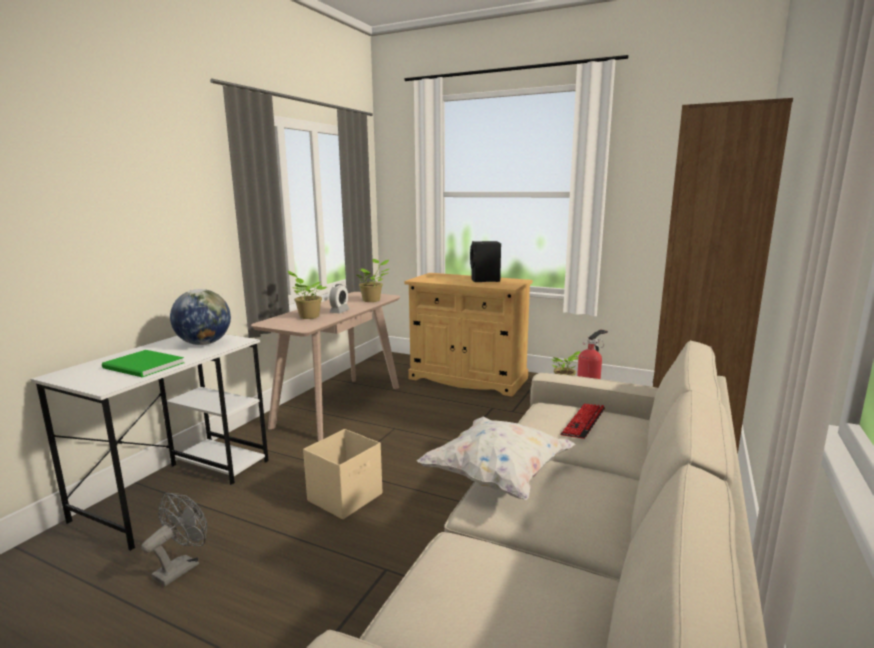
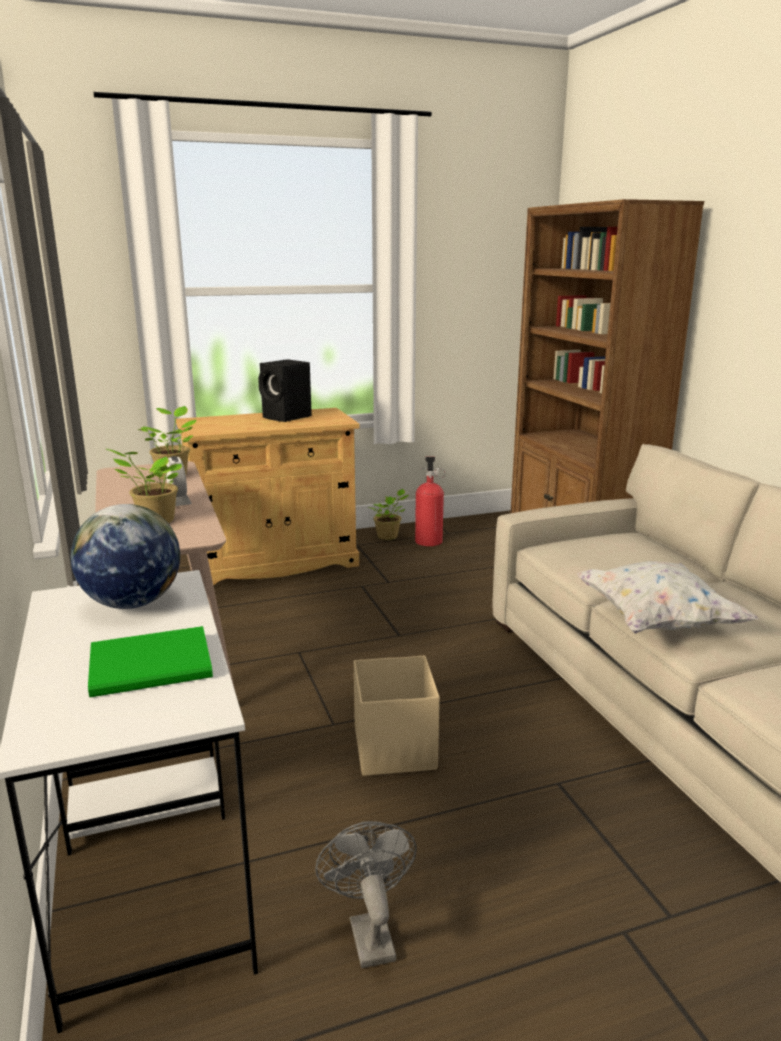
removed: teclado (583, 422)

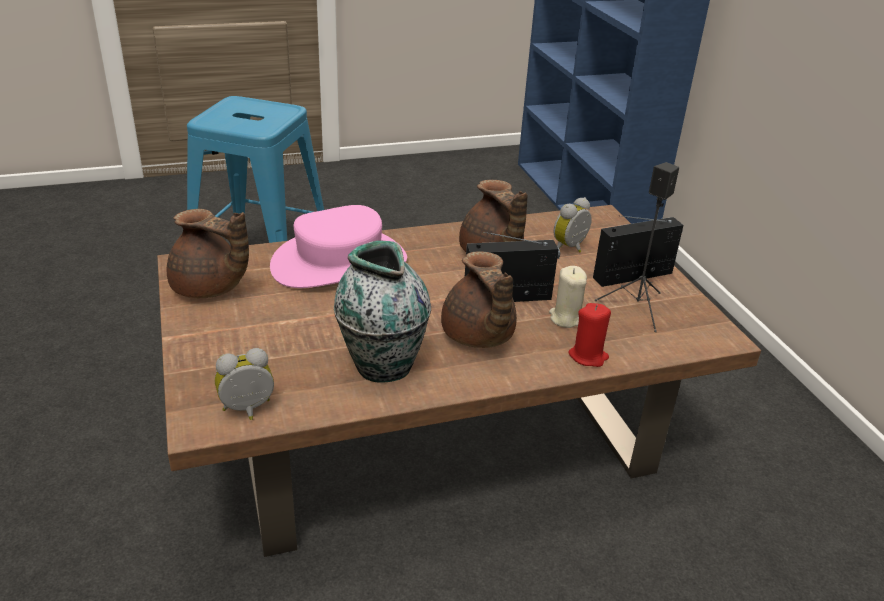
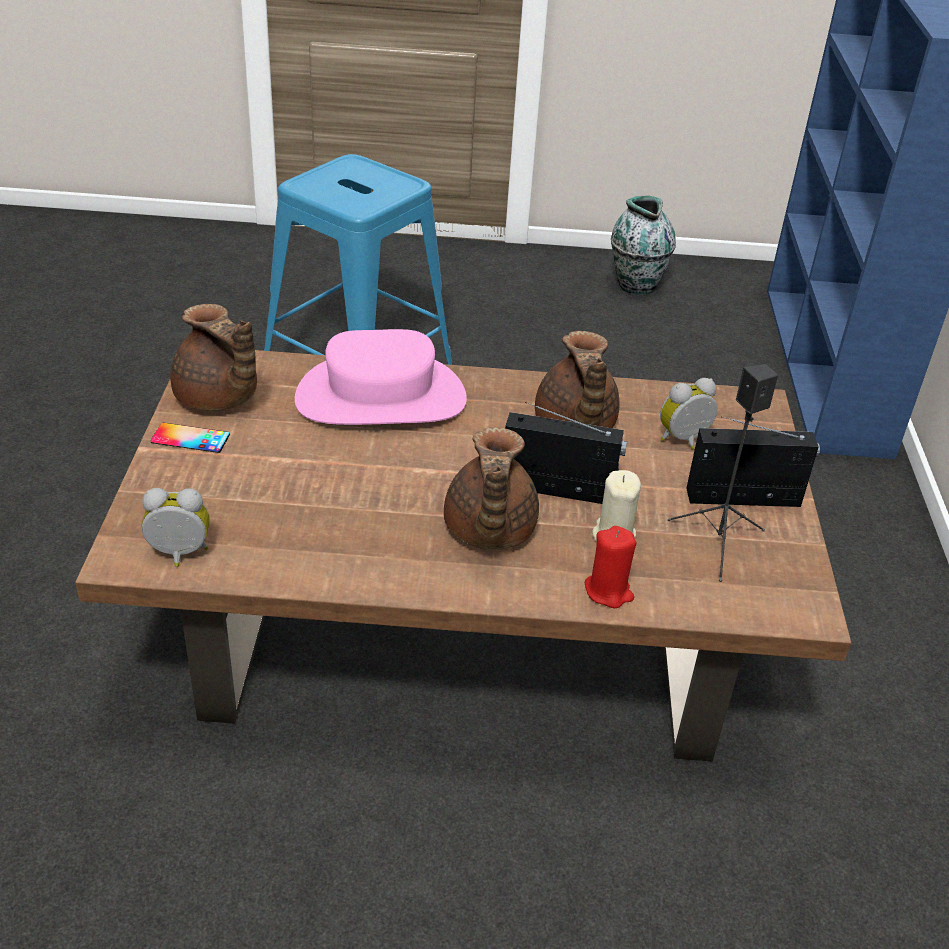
added: móvil (190, 438)
moved: florero (382, 364) to (636, 284)

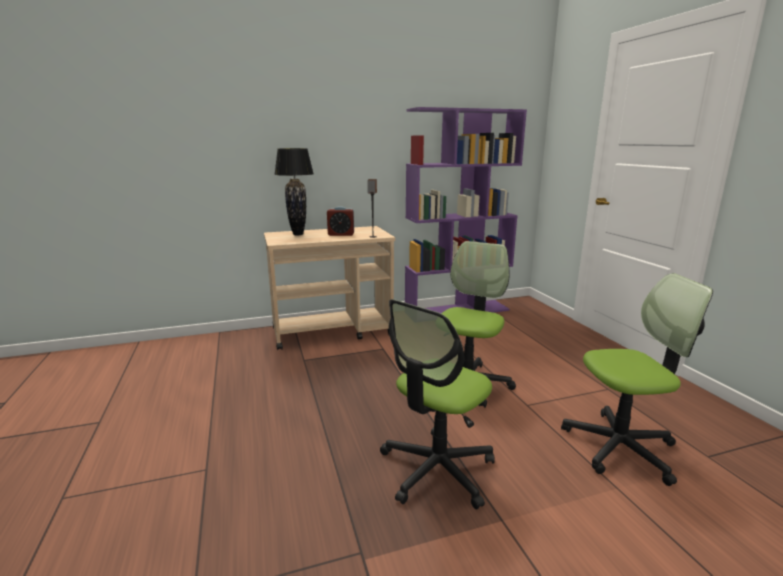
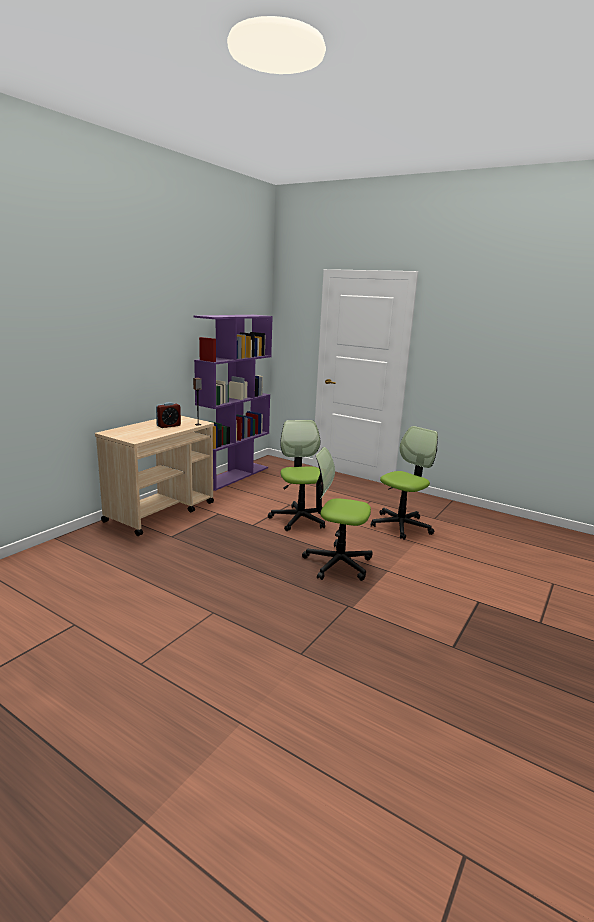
removed: lámpara de mesa/negro (298, 234)
turned: silla de oficina (436, 469) = (337, 563) 105 degrees clockwise

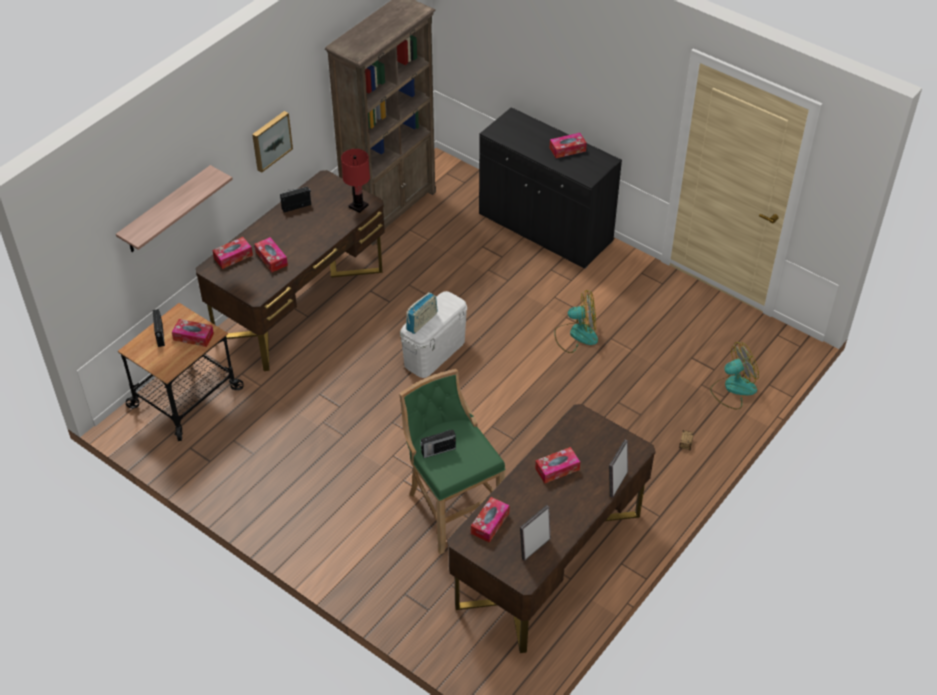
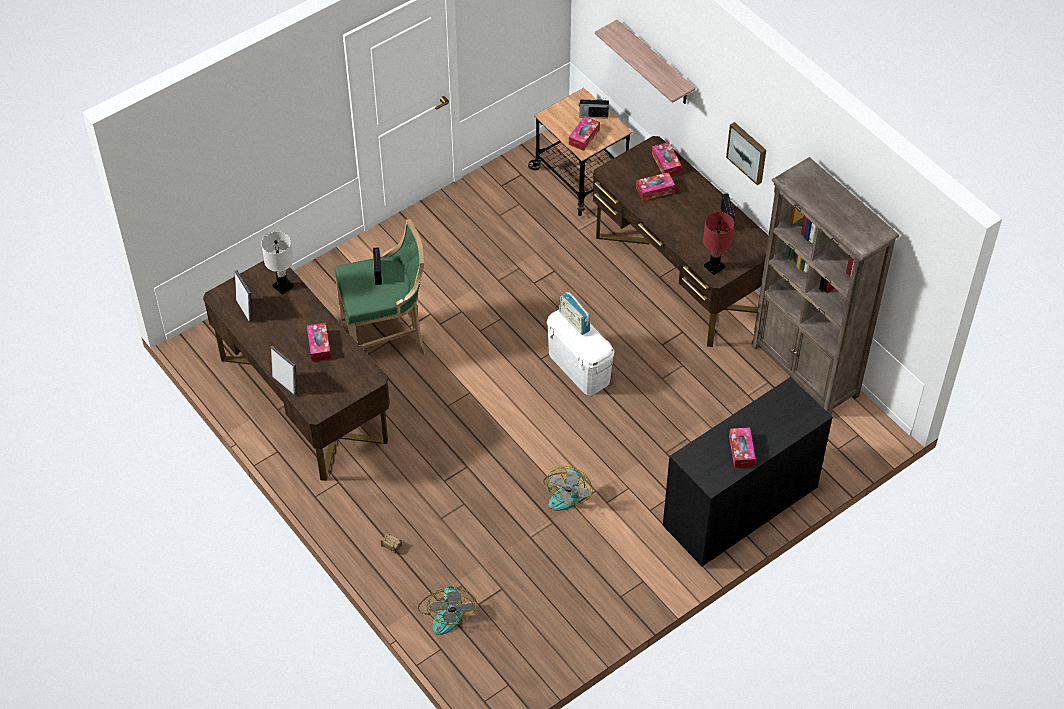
replaced: caja de pañuelos (490, 523) to lámpara de mesa/blanco (282, 286)

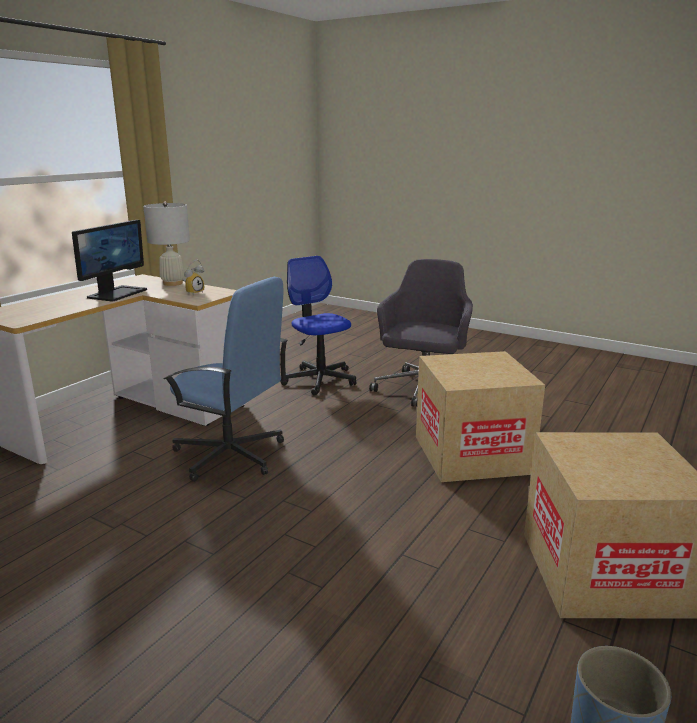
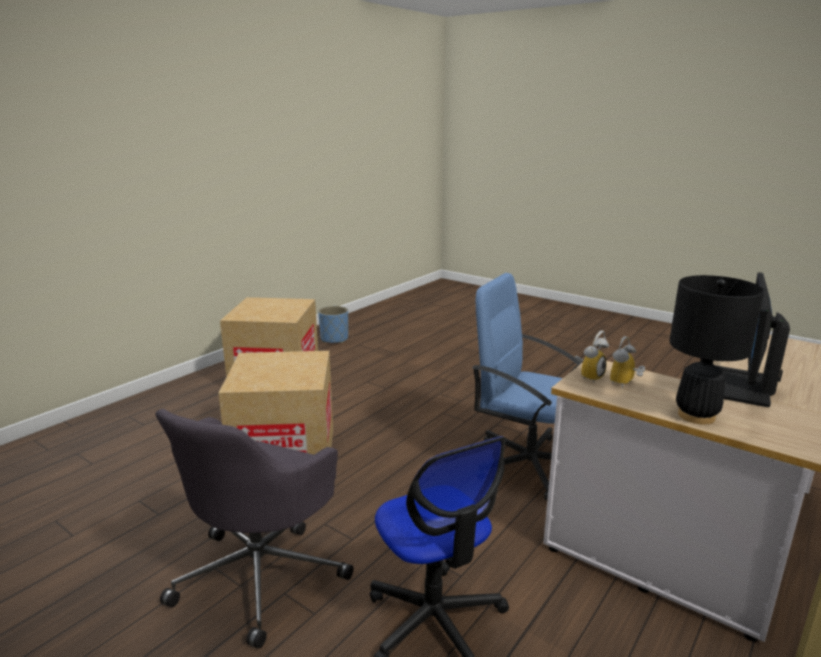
added: despertador (588, 376)
recoloured: lámpara de mesa/blanco (173, 283) to lámpara de mesa/negro (696, 416)

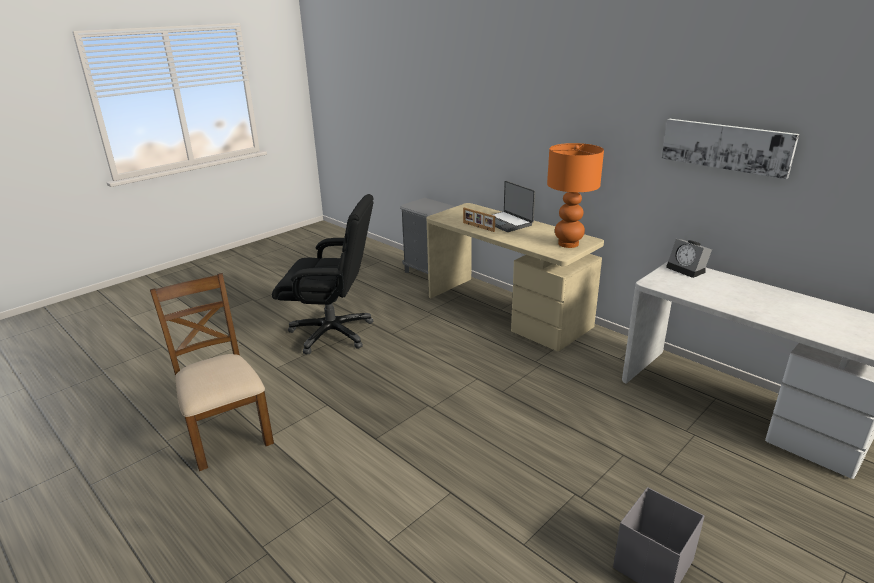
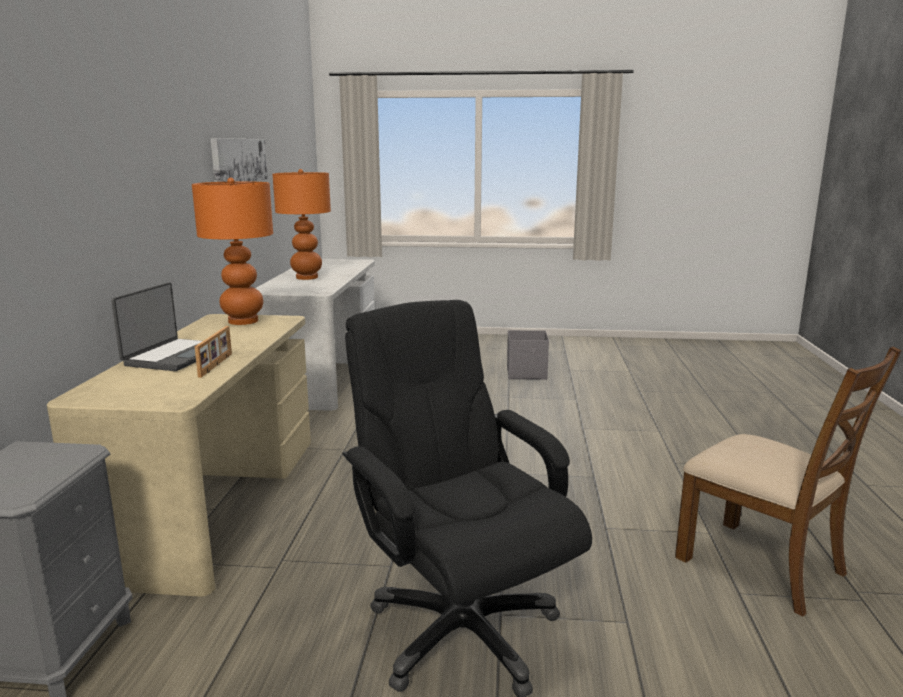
removed: despertador (687, 270)
added: lámpara de mesa/naranja (307, 277)
turned: silla/marrón (226, 432) = (762, 565) 60 degrees counterclockwise

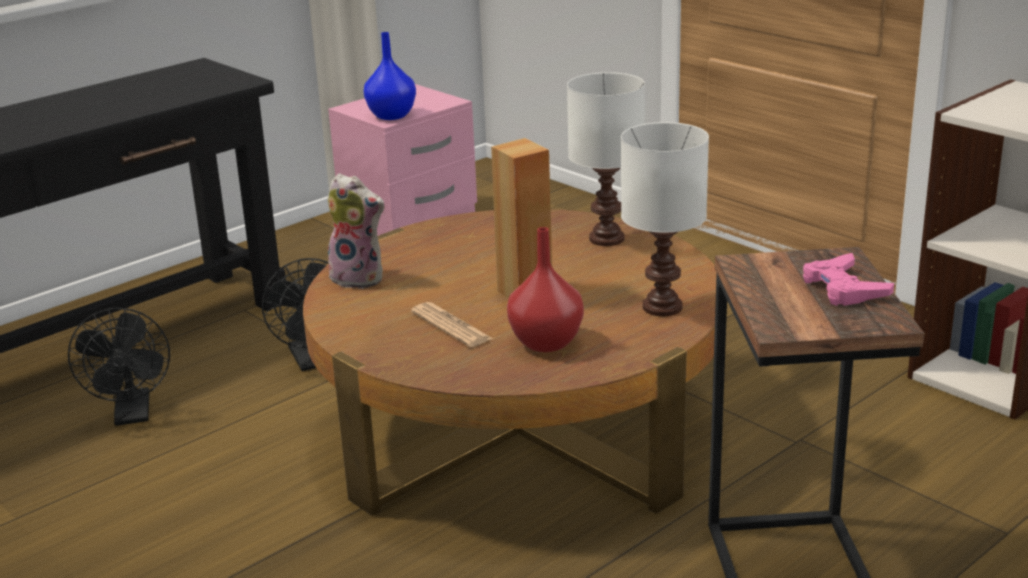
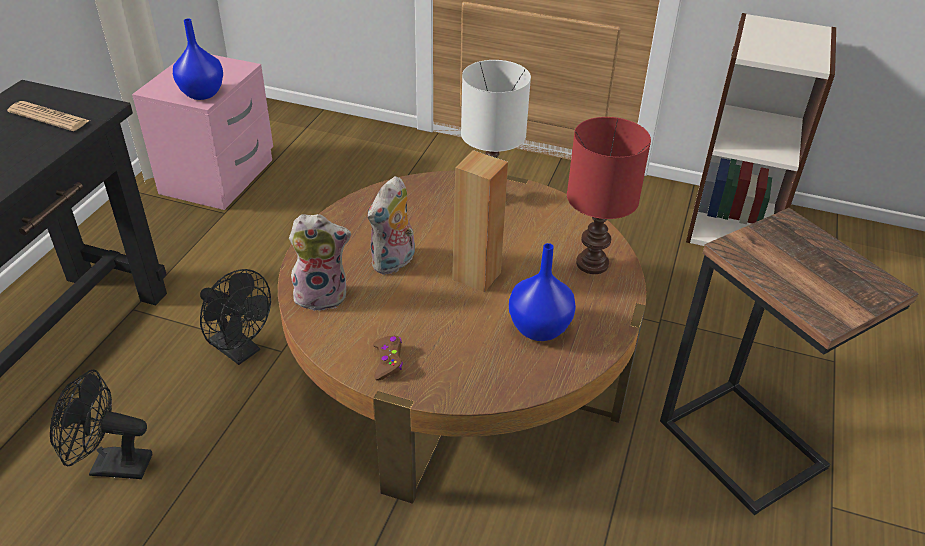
removed: mando de consola/rosa (843, 288)
added: peluche (394, 263); mando de consola/marrón (388, 361)
moved: periódico (451, 326) to (49, 117)
recoloured: florero/rojo (547, 343) to florero/azul (540, 329); lámpara de mesa/blanco (664, 307) to lámpara de mesa/rojo (593, 263)
turned: ventilador/negro (133, 415) = (112, 465) 135 degrees clockwise

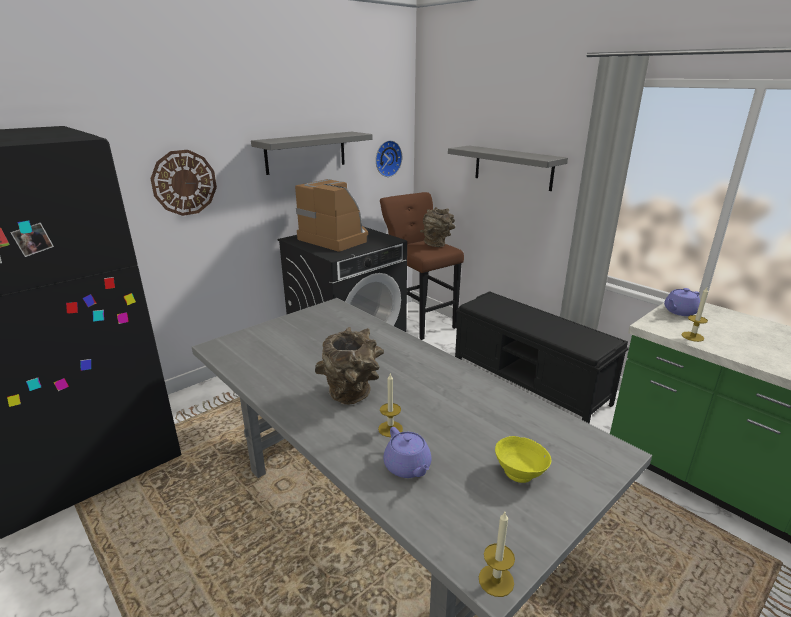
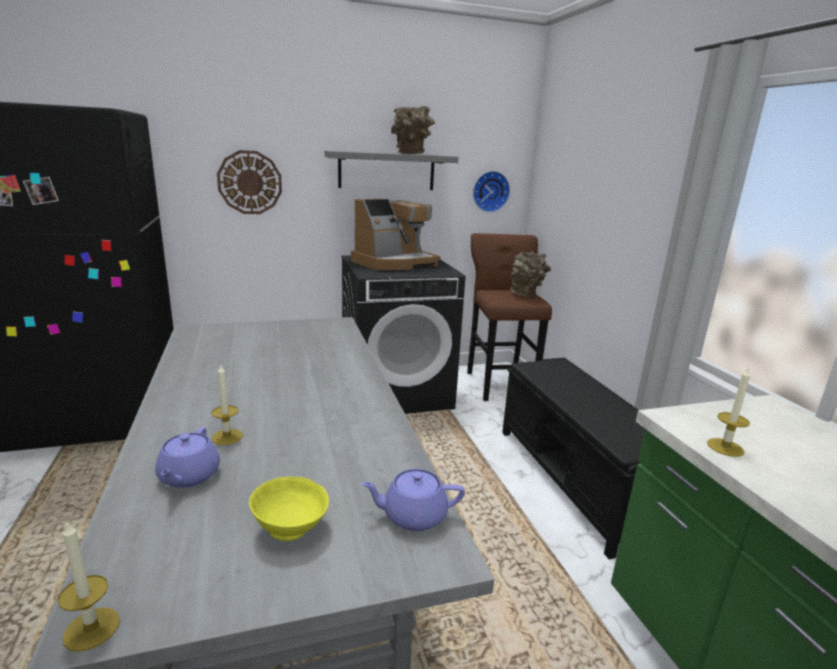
removed: estante/gris (513, 167)
moved: tetera/morado (679, 312) to (413, 515); florero/marrón (352, 396) to (411, 154)
turned: cafetera (336, 238) = (394, 263) 75 degrees clockwise

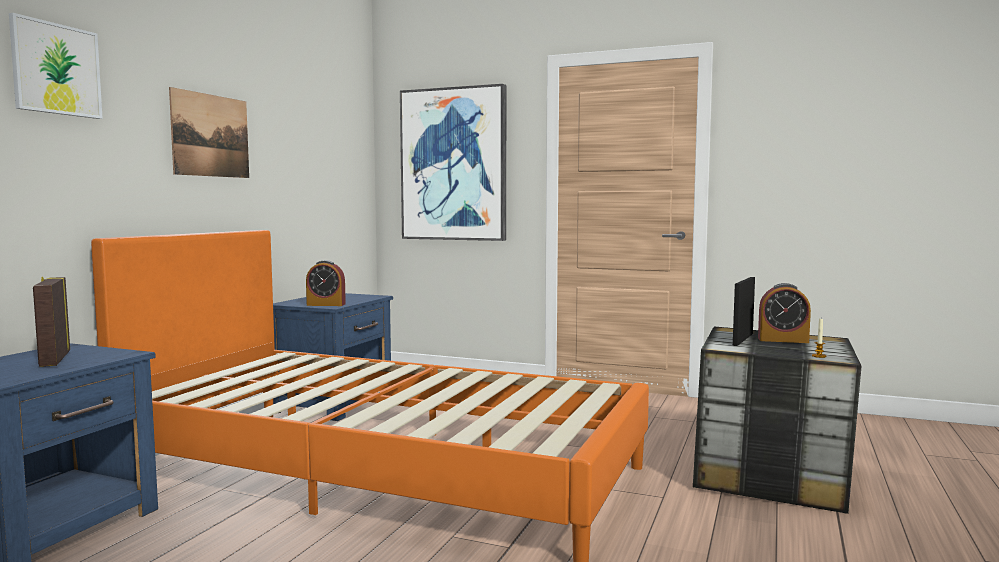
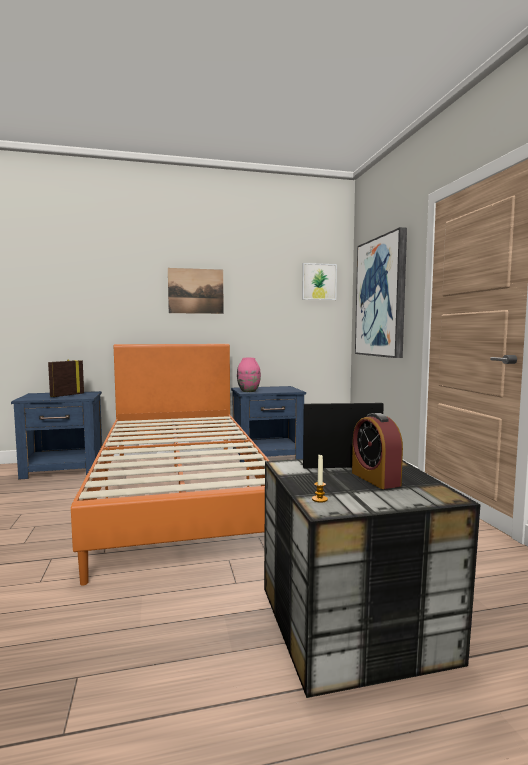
moved: cuadro (56, 69) to (319, 281)
replaced: despertador (326, 304) to florero/rosa (249, 391)

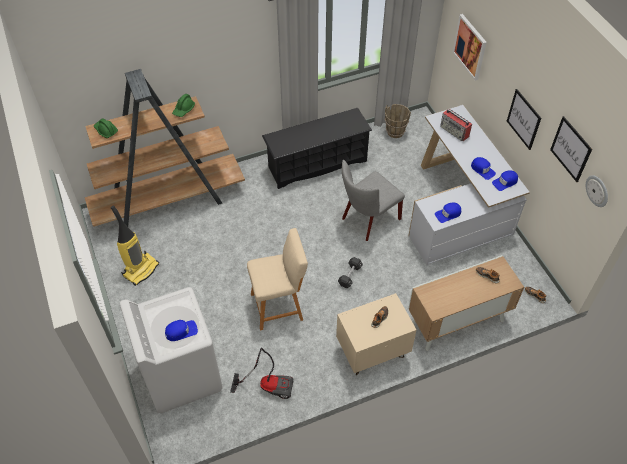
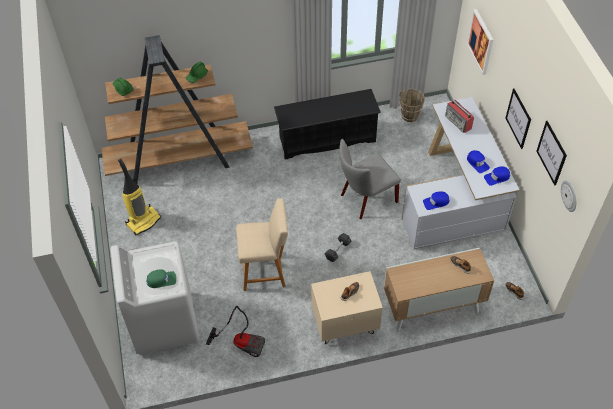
recoloured: gorra/azul (181, 331) to gorra/verde (161, 280)

